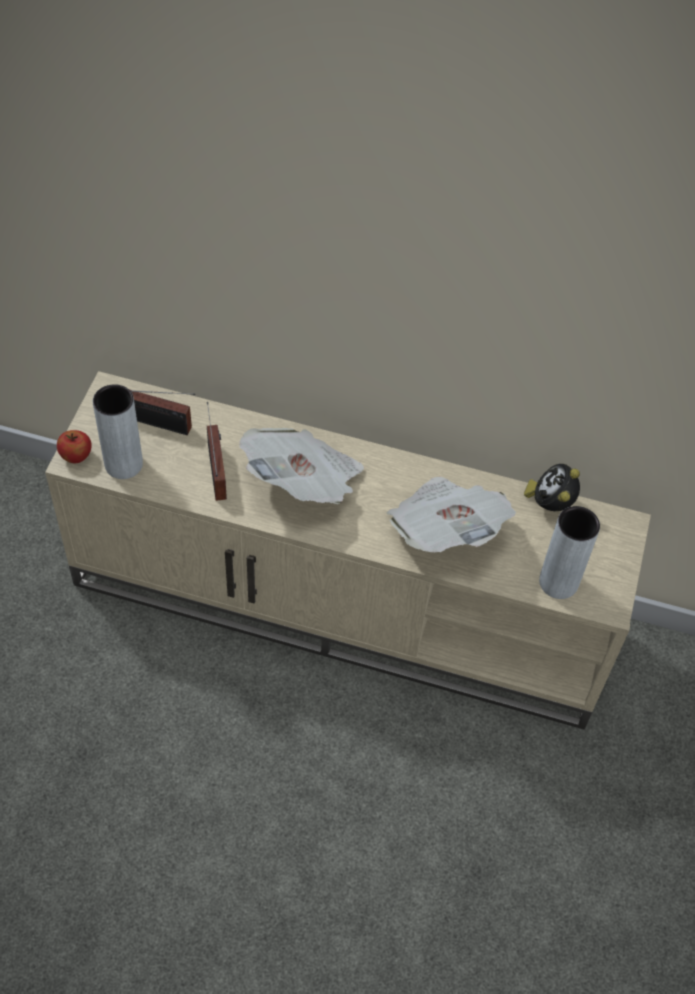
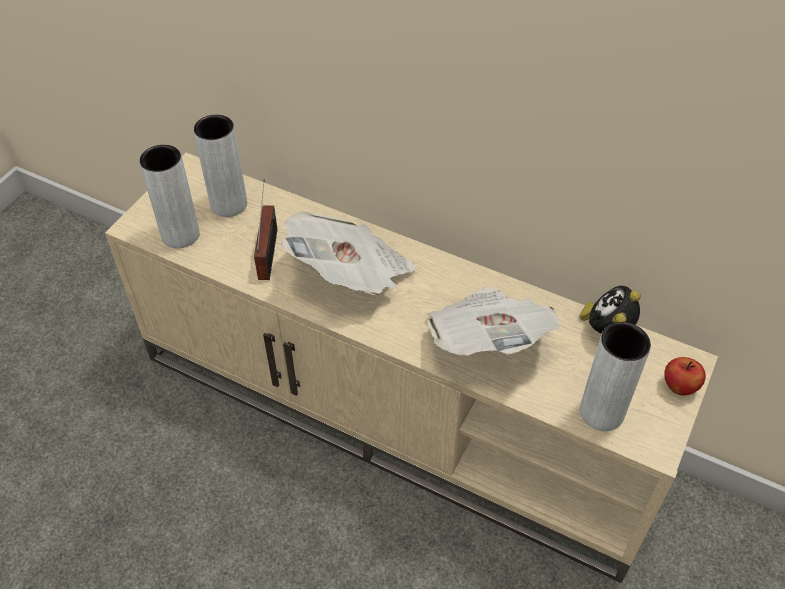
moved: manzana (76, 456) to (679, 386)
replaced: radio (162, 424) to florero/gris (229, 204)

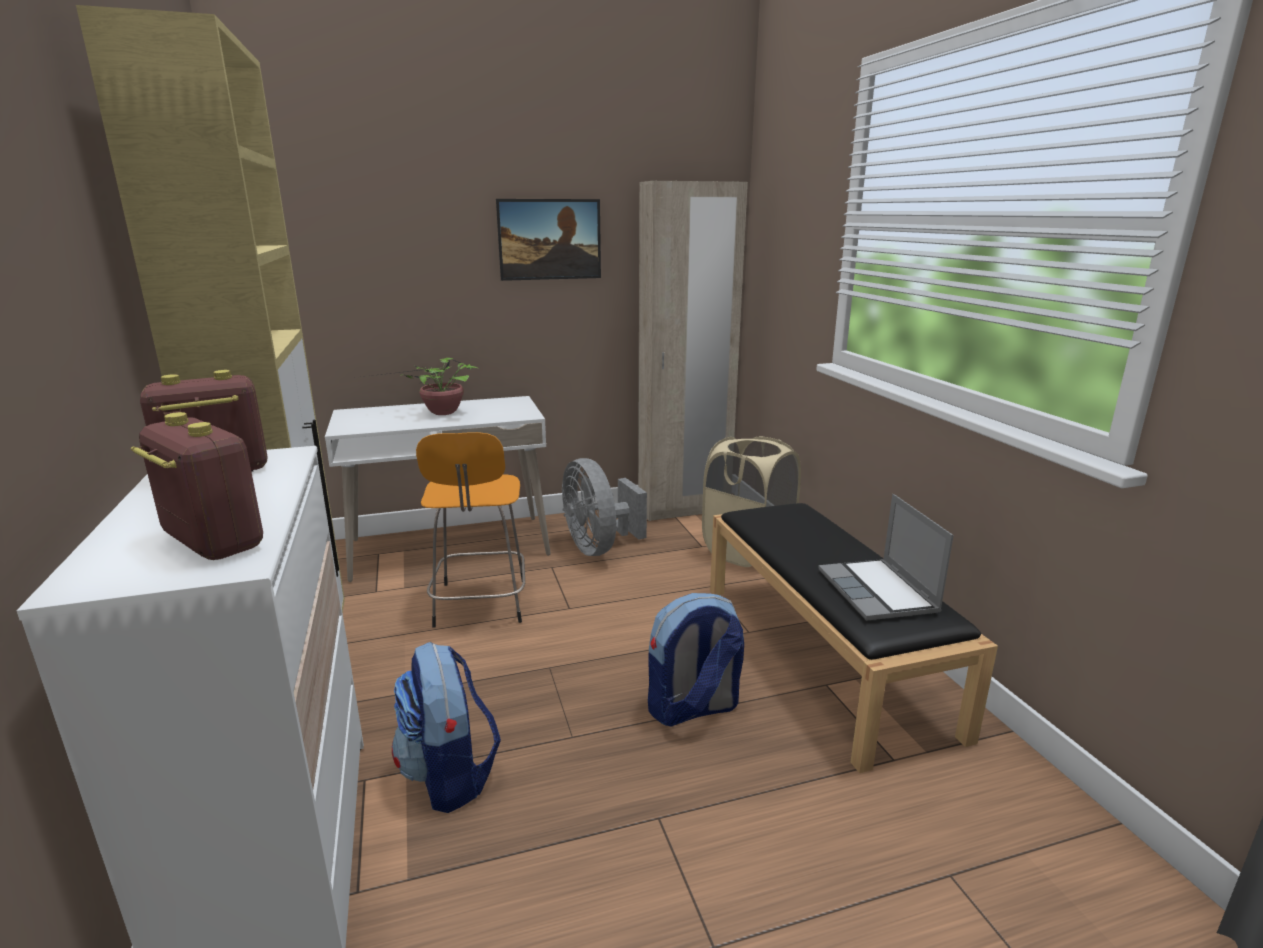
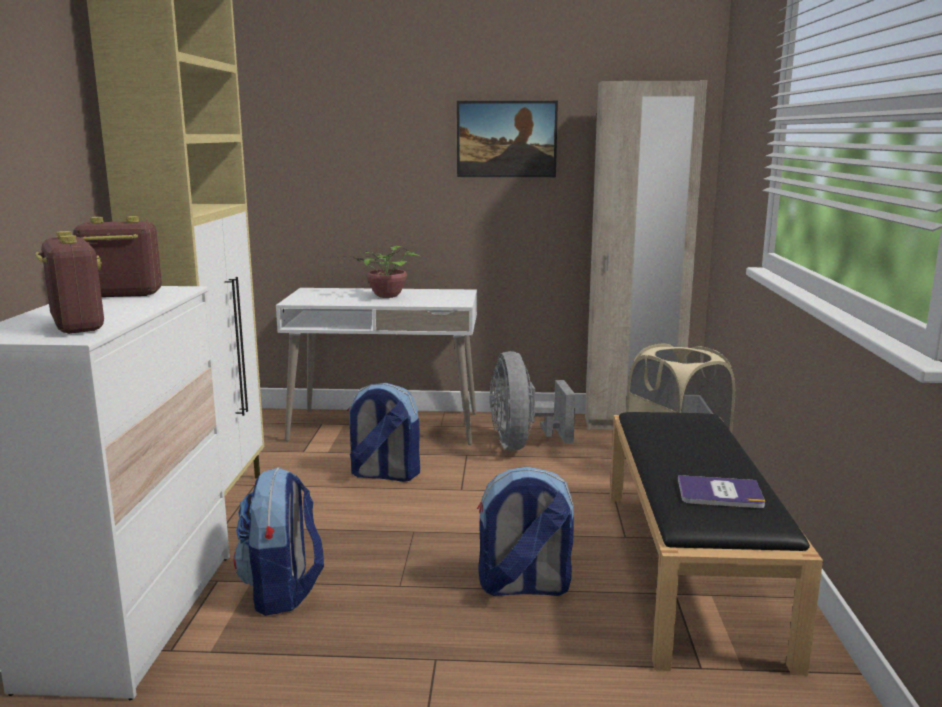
replaced: taburete/naranja (480, 605) to mochila (383, 474); portátil (879, 592) to libro (720, 493)

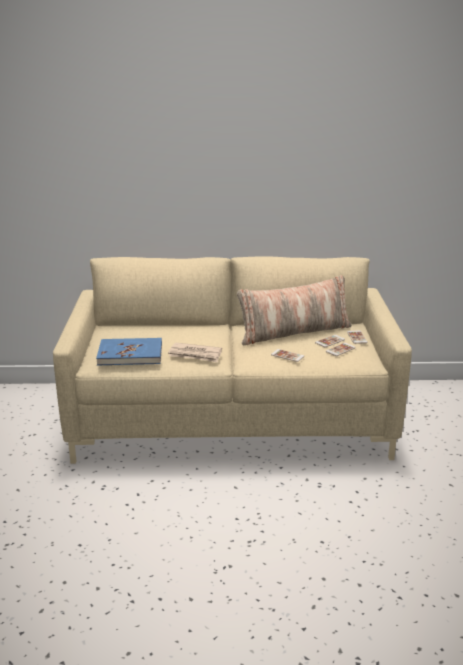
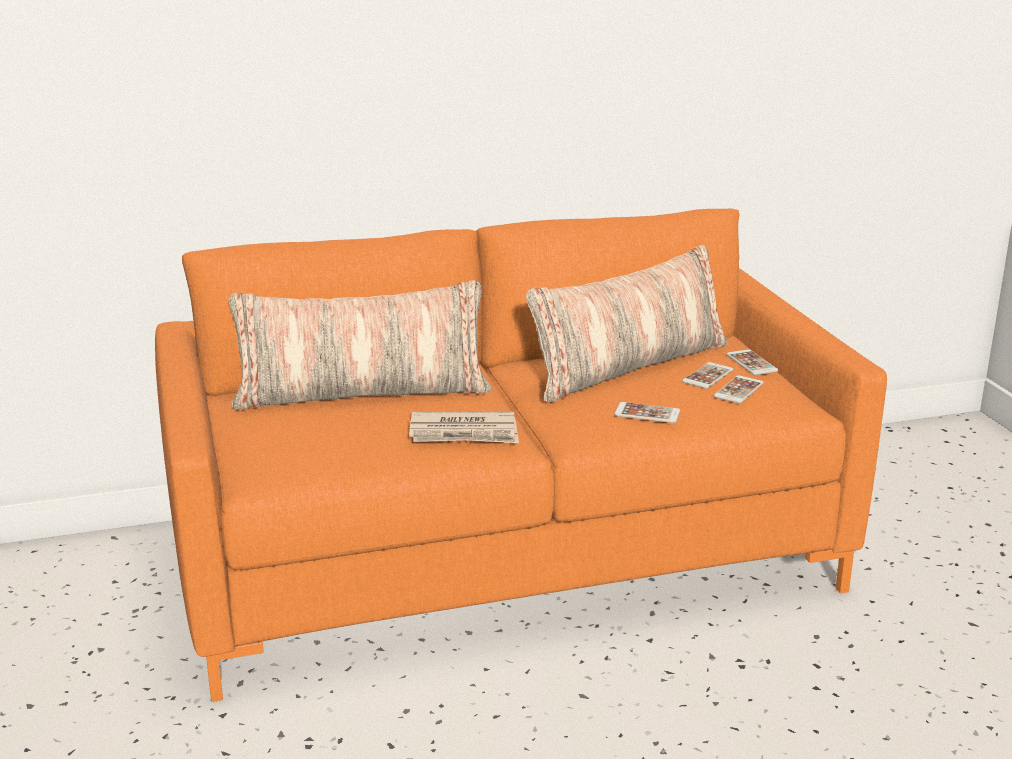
removed: libro/azul (130, 354)
added: cojín (362, 392)
recoloured: sofá/beis (231, 420) to sofá/naranja (505, 558)

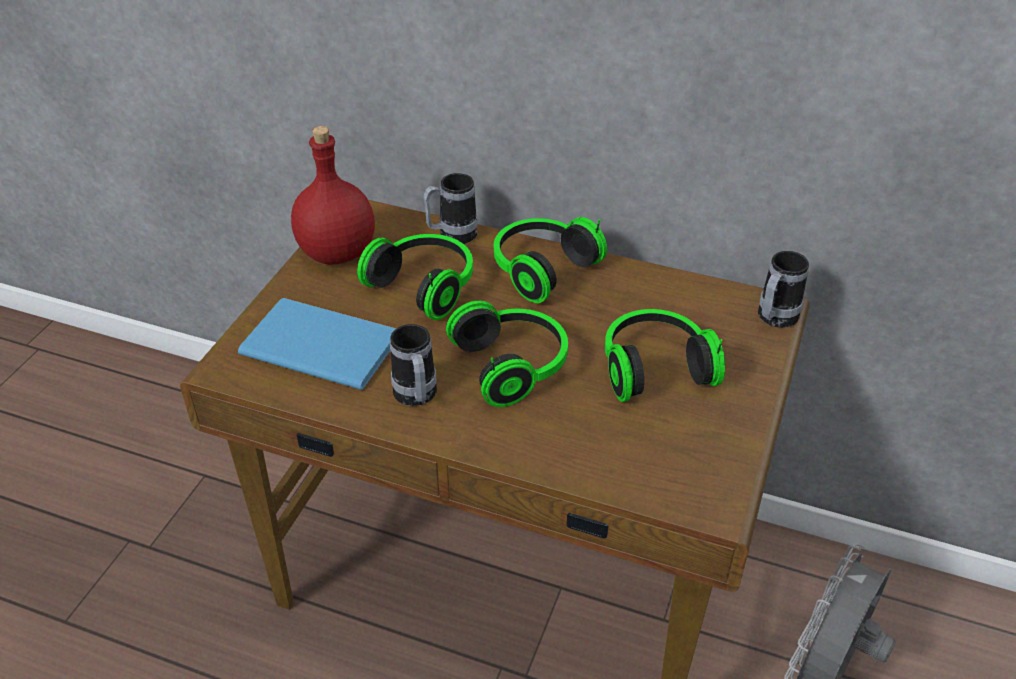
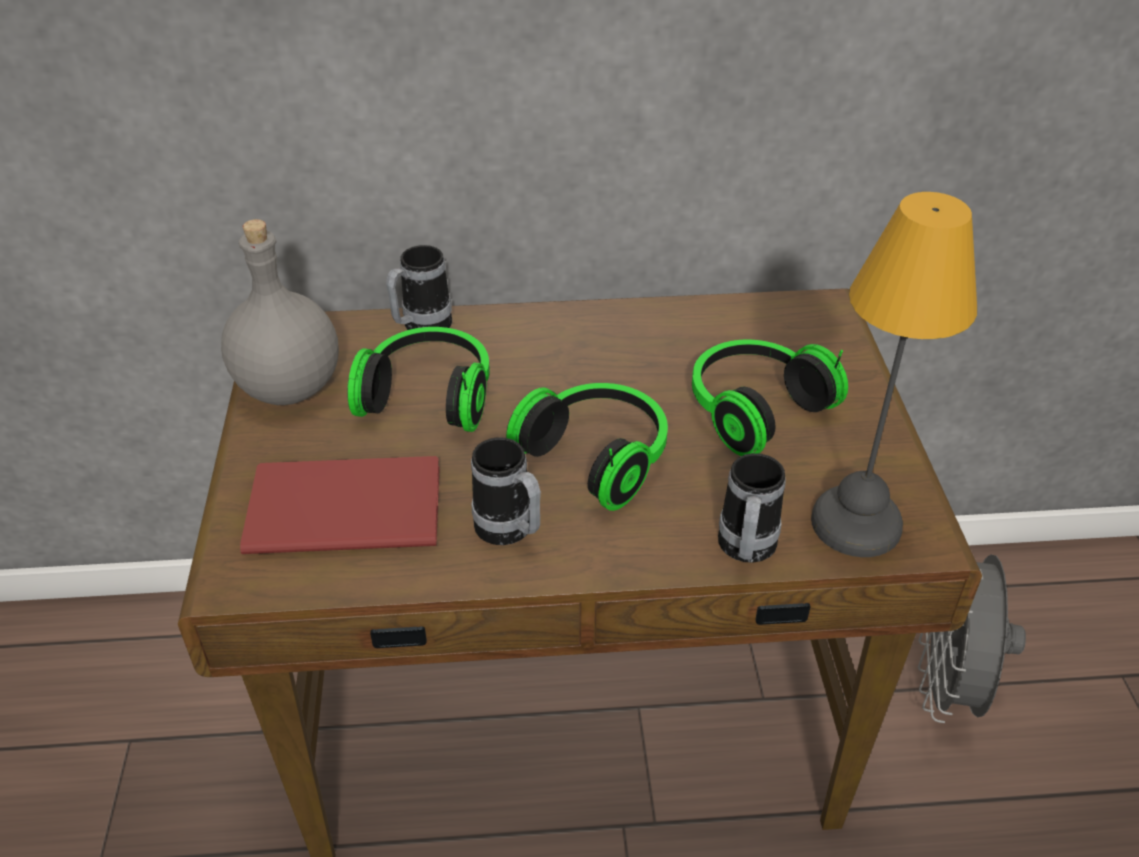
removed: auriculares (540, 269)
added: lámpara de mesa (857, 521)
moved: taza grande (773, 320) to (745, 551)
recoloured: botella/rojo (337, 253) to botella/gris (290, 389); libro/azul (319, 343) to libro/rojo (340, 505)

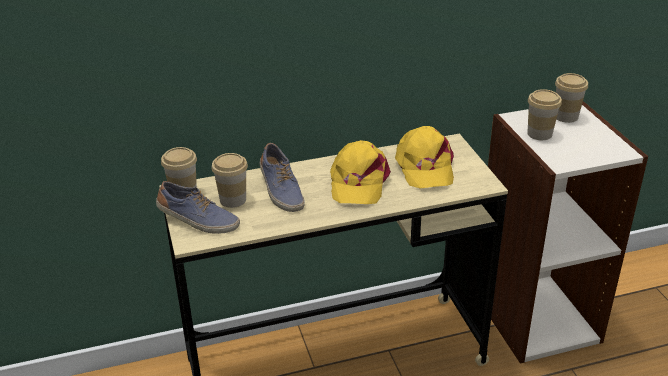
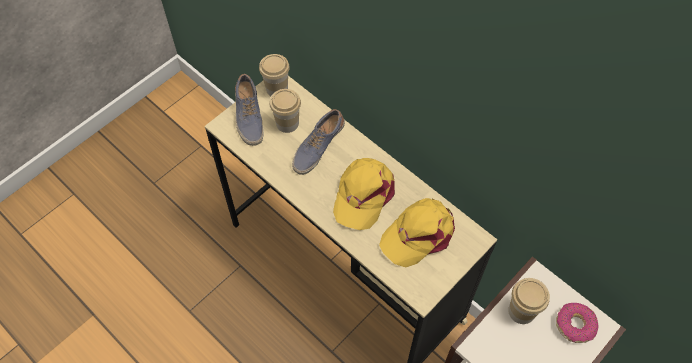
replaced: taza (566, 116) to rosquilla (575, 325)
turned: gorra/amarillo (358, 182) = (363, 194) 45 degrees counterclockwise

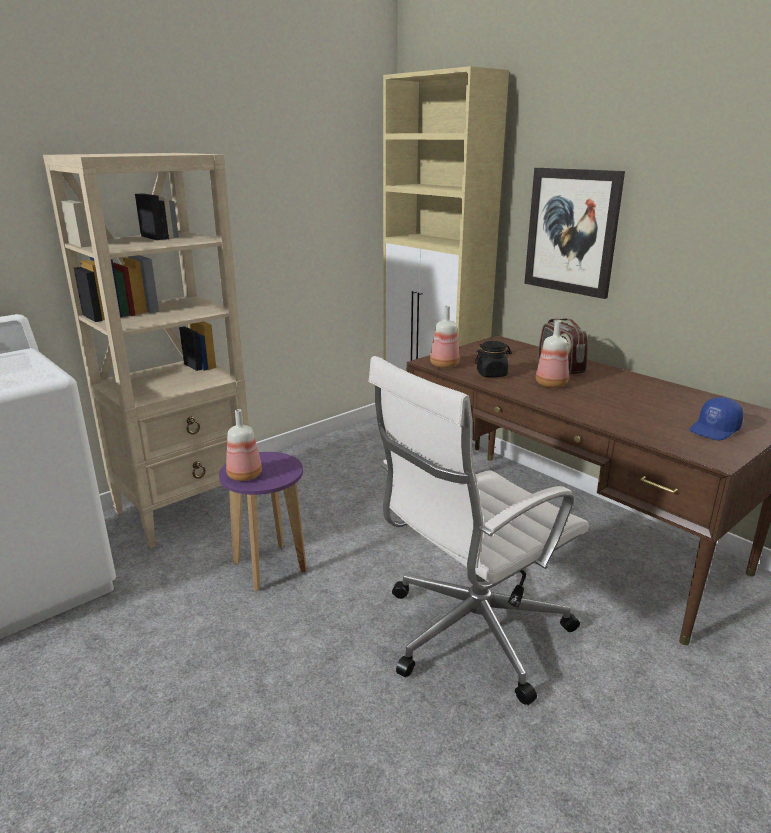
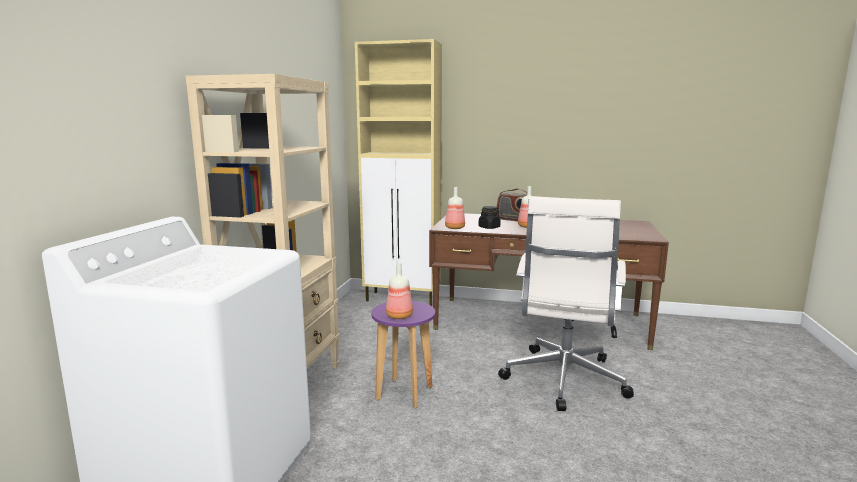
removed: cuadro (572, 231); gorra/azul (715, 430)

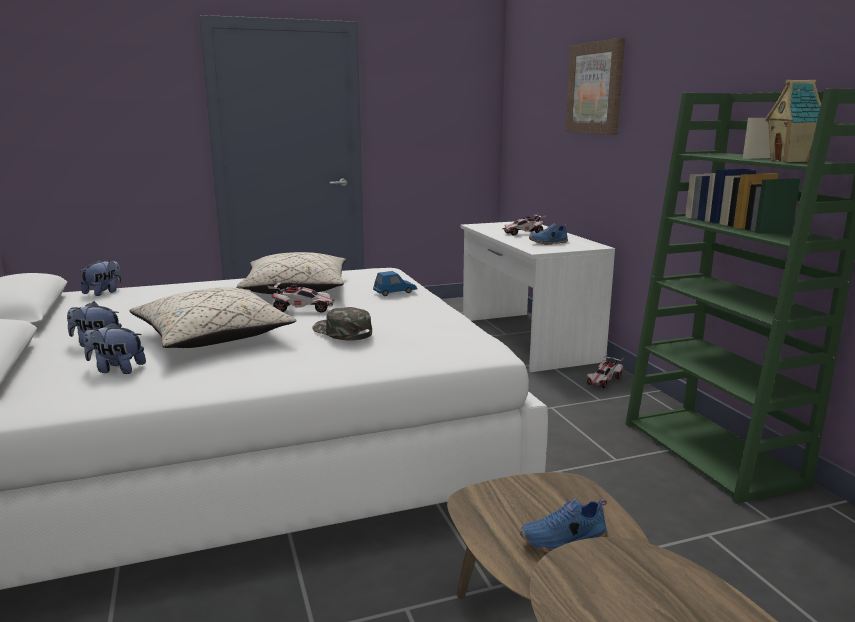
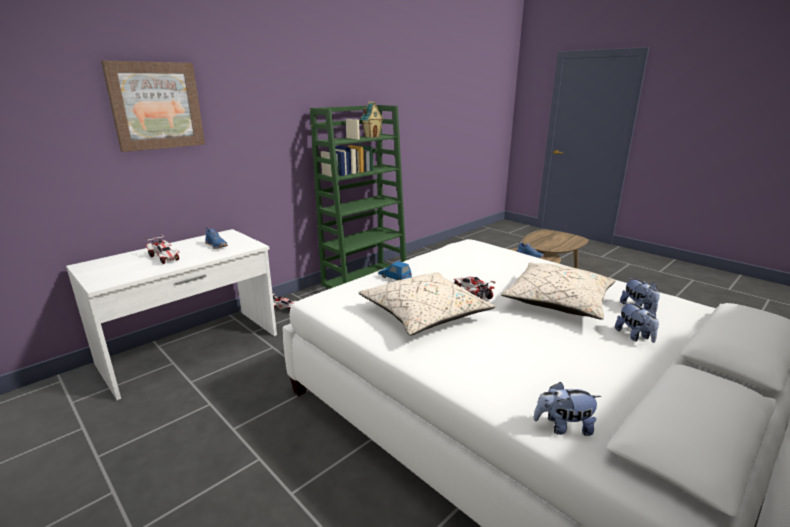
removed: gorra/verde (342, 332)

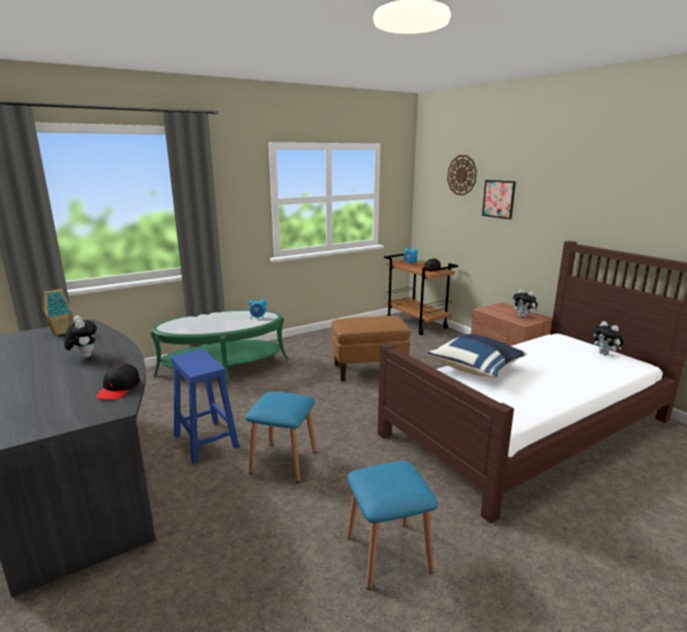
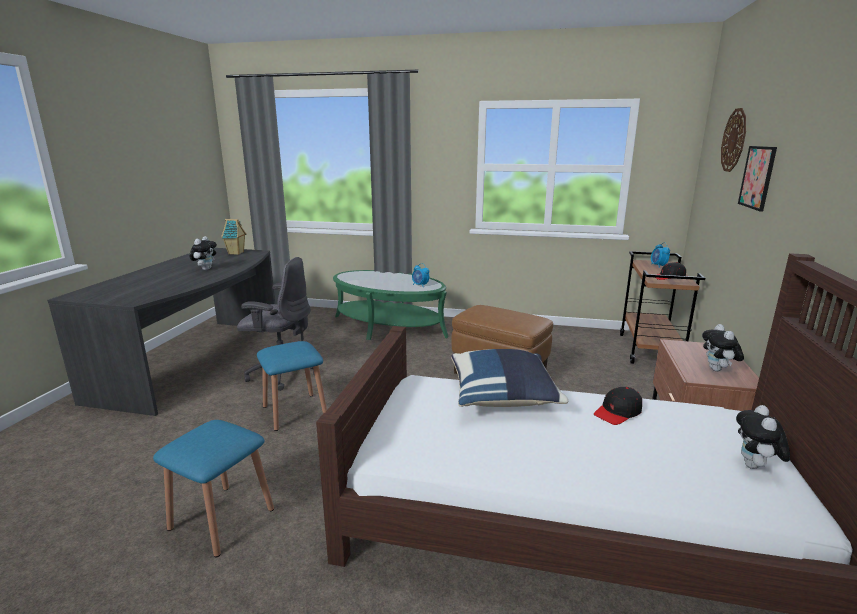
moved: gorra/negro (119, 389) to (618, 412)
replaced: taburete/azul (206, 441) to silla de oficina/gris (282, 373)

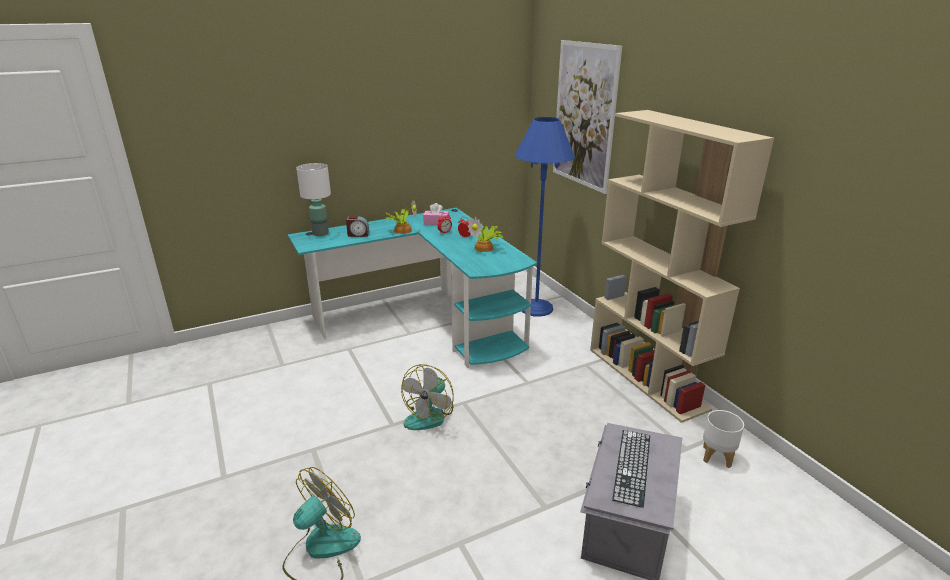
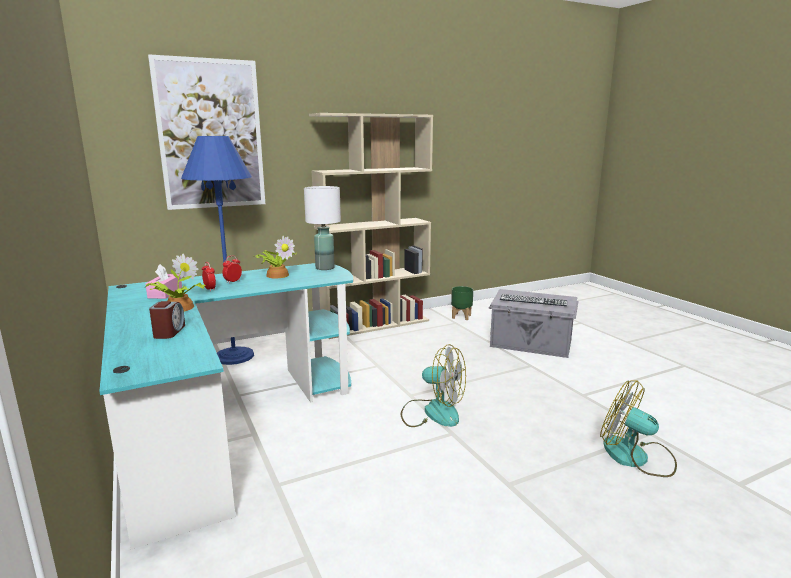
moved: lámpara de mesa/blanco (320, 233) to (325, 268)
recoloured: maceta/blanco (717, 456) to maceta/verde (461, 316)

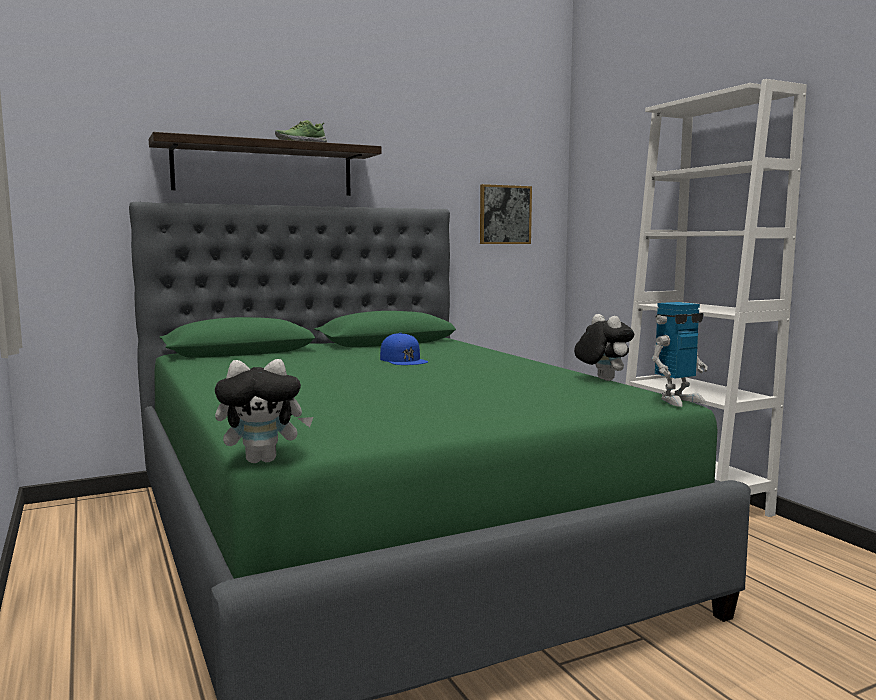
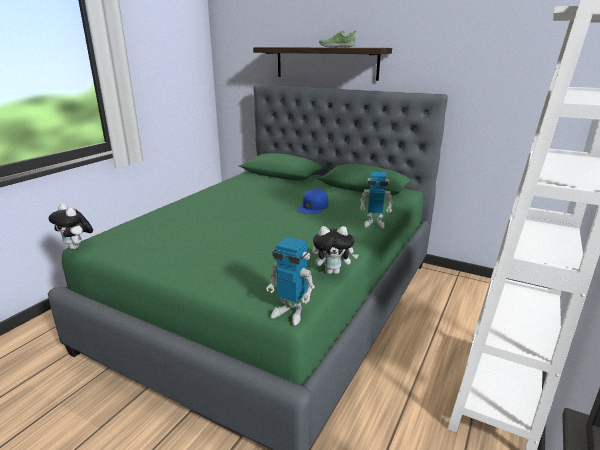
removed: cuadro (505, 214)
added: robot de juguete (374, 223)
turned: peluche (601, 379) = (333, 271) 60 degrees clockwise

